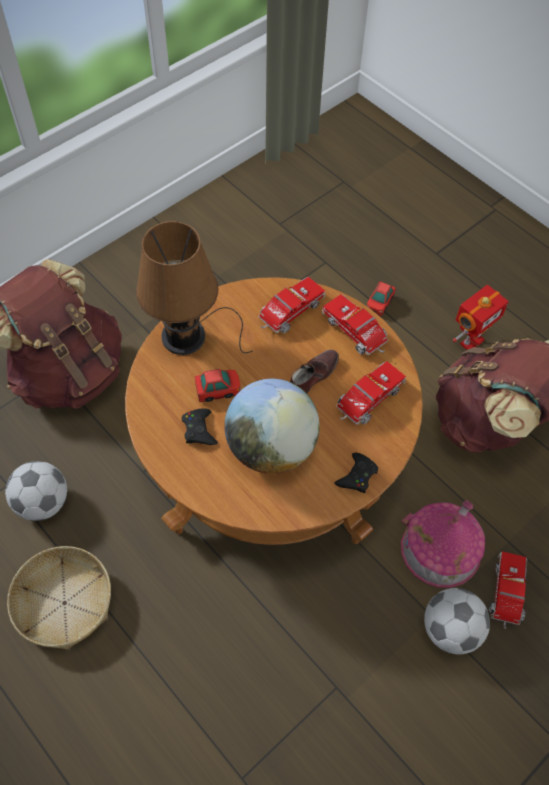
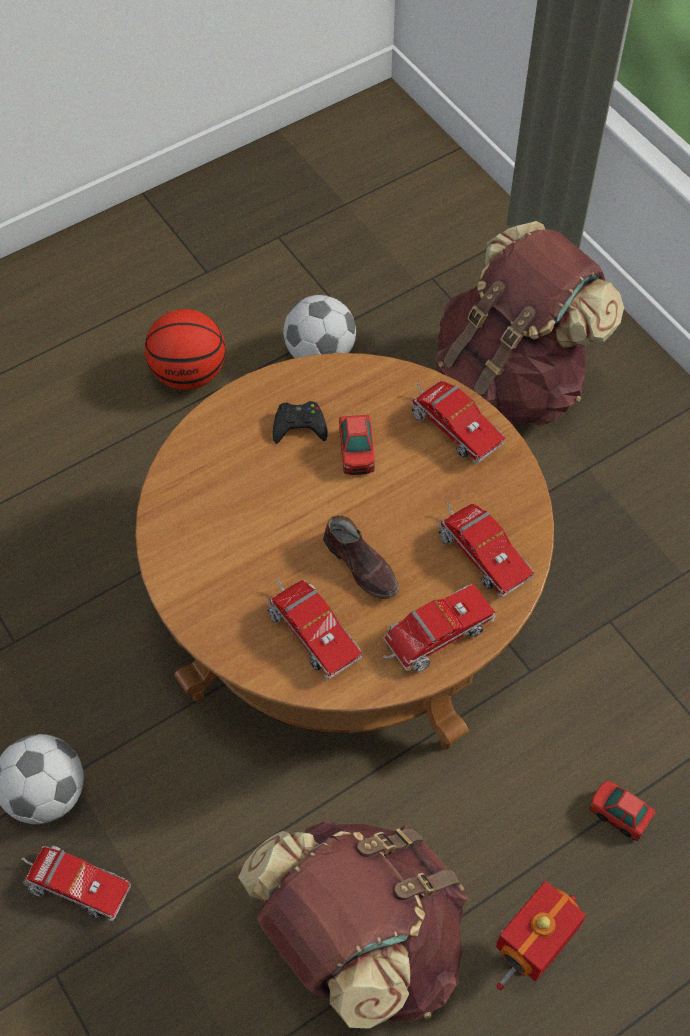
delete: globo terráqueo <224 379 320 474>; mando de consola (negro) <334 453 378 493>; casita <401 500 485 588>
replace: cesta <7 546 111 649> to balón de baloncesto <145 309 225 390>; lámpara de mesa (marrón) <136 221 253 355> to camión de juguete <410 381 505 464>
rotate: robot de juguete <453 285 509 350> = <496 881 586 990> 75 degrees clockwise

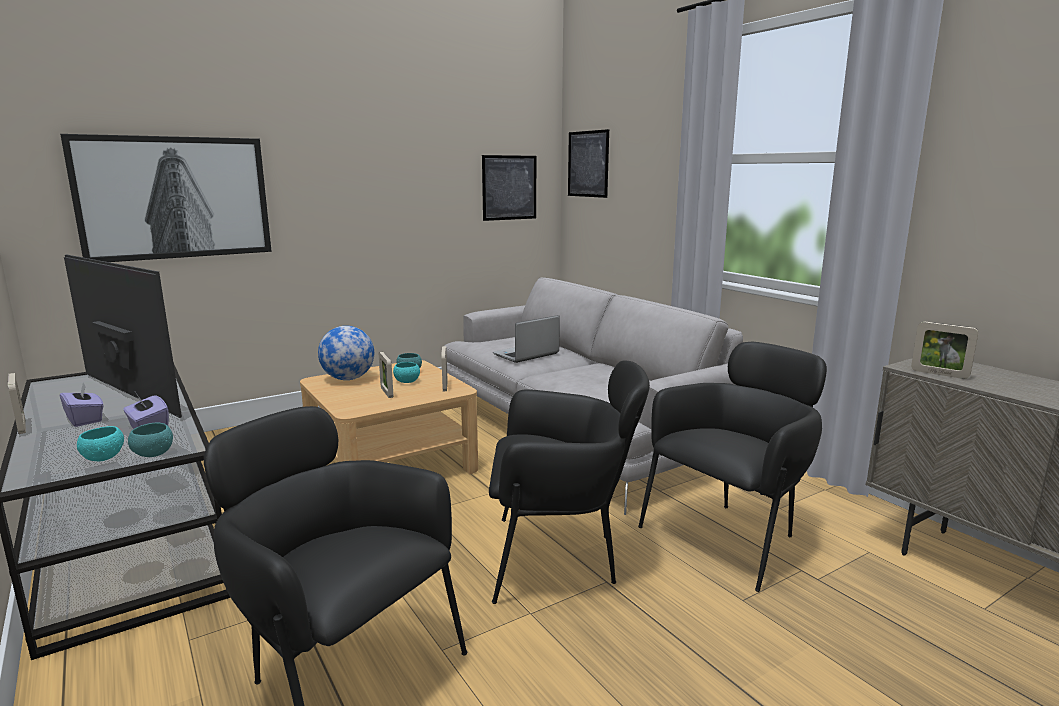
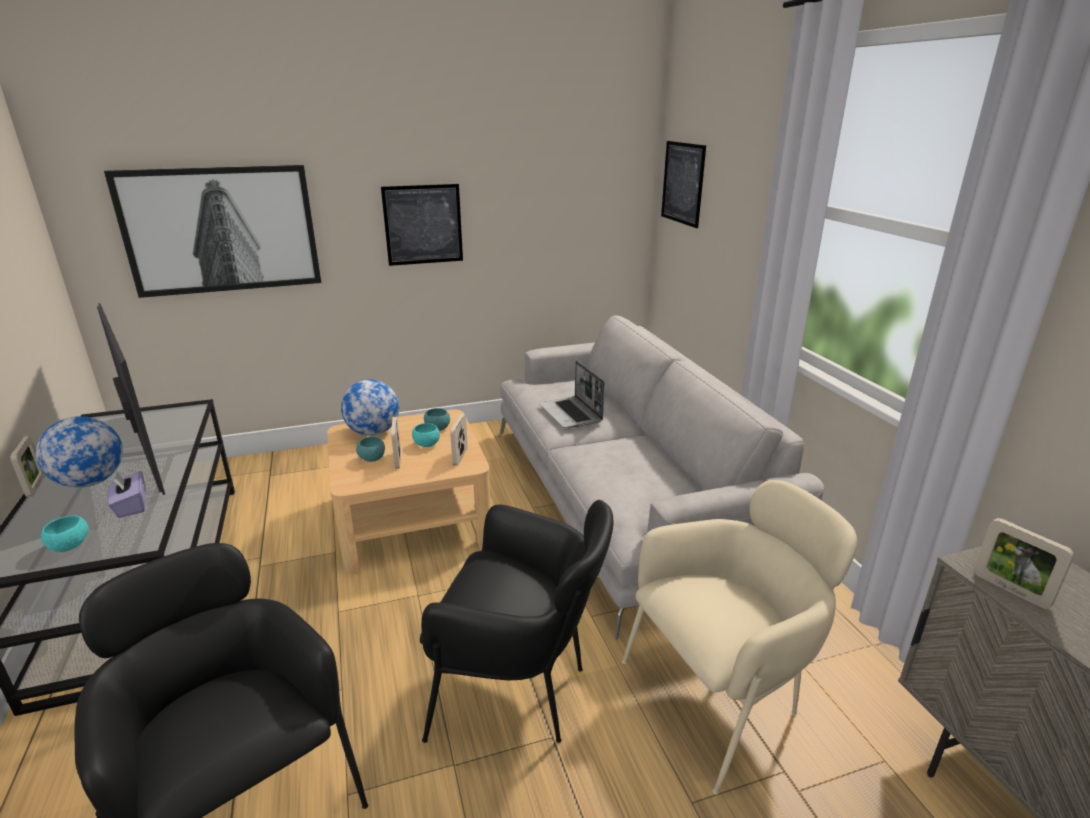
move: cuenco (turquesa) <128 422 173 457> to <356 436 385 462>; cuadro <482 155 536 221> to <381 184 463 266>
replace: caja de pañuelos (morado) <60 381 104 427> to globo terráqueo <36 416 123 488>
recolor: sillón (negro) <638 342 827 592> to sillón (beis) <622 480 857 795>
rotate: portátil <493 315 560 363> = <539 361 604 428> 90 degrees counterclockwise

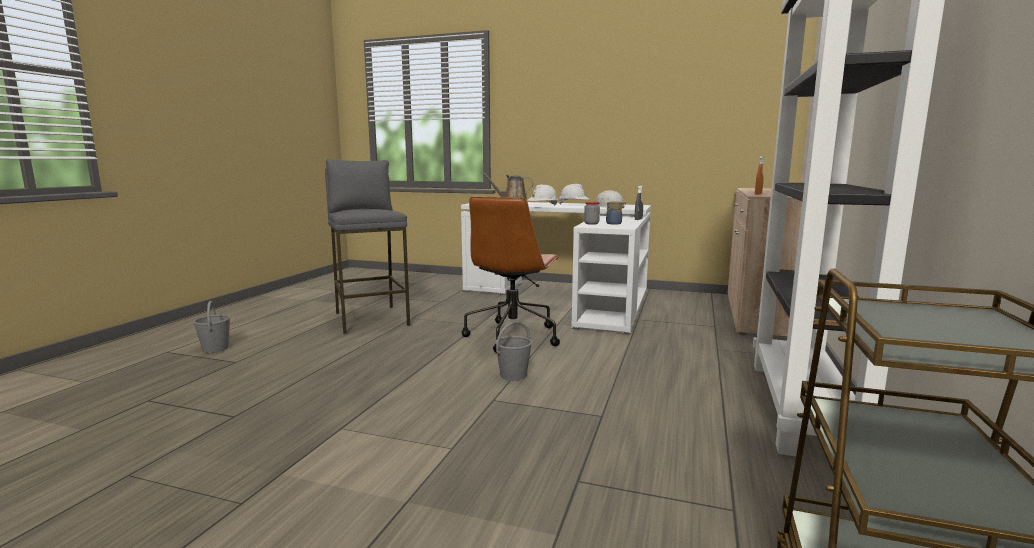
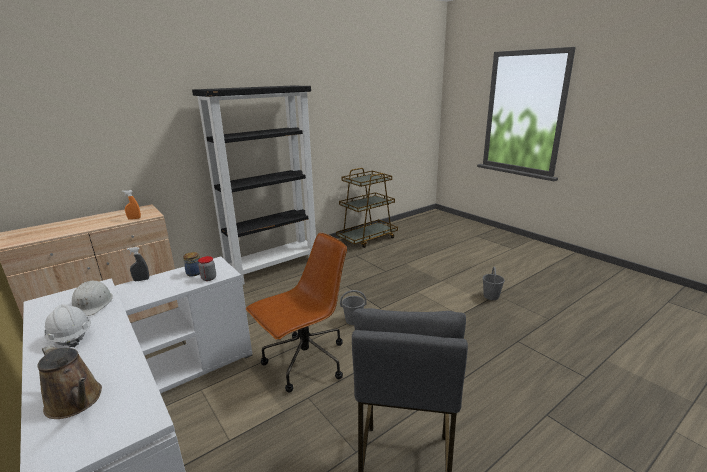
delete: casco (blanco) <528 184 558 206>
move: cubo (gris) <193 301 230 353> to <483 267 505 300>

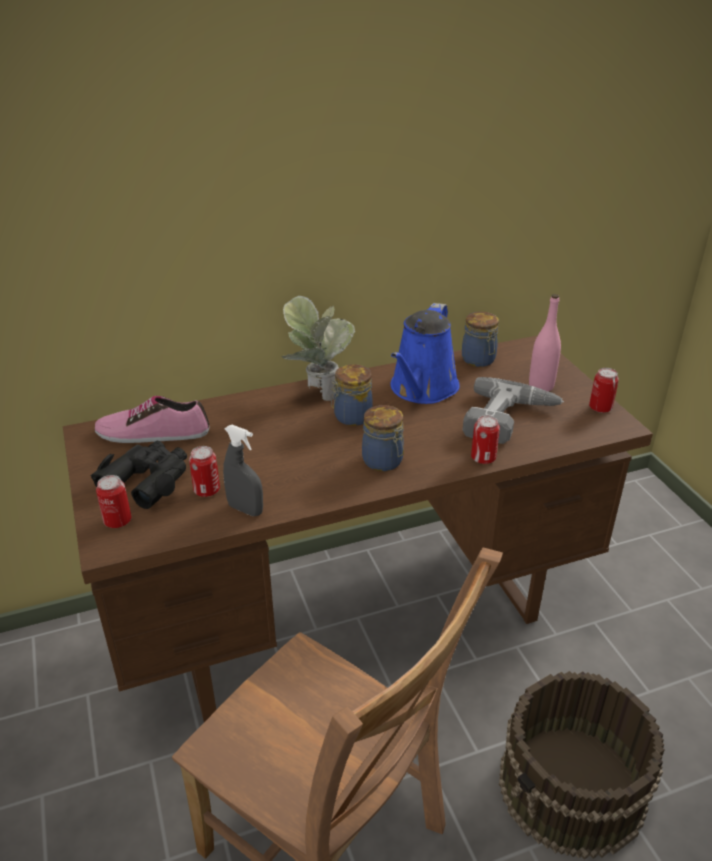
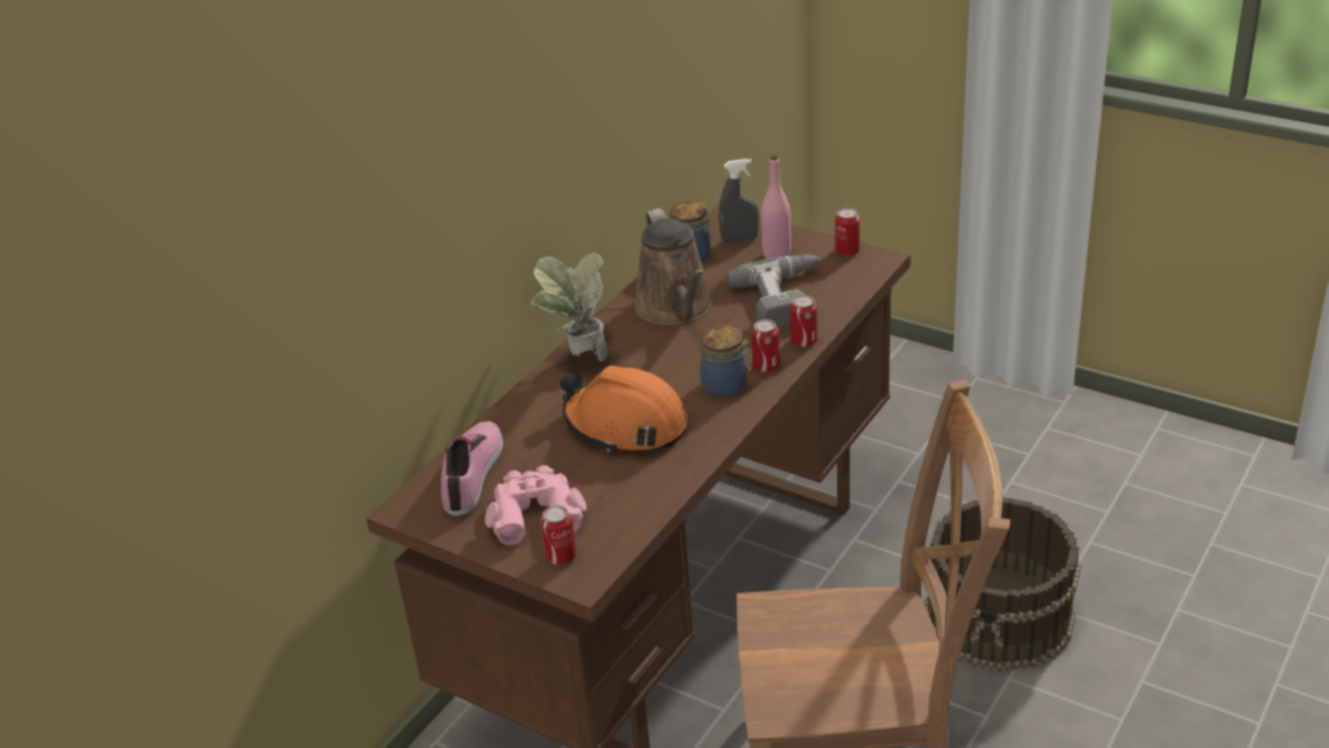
delete: tarro <331 364 373 426>
insert: casco (naranja) <560 365 687 452>
move: pulverizador (gris) <223 425 263 516> to <719 159 759 243>; lata <189 446 220 497> to <752 319 780 372>
recolor: prismáticos (negro) <91 441 187 509> to prismáticos (rosa) <485 465 587 545>; regadera (azul) <390 303 460 404> to regadera (marrón) <634 208 713 325>
rotate: zapato <95 396 209 443> = <441 421 503 516> 135 degrees clockwise

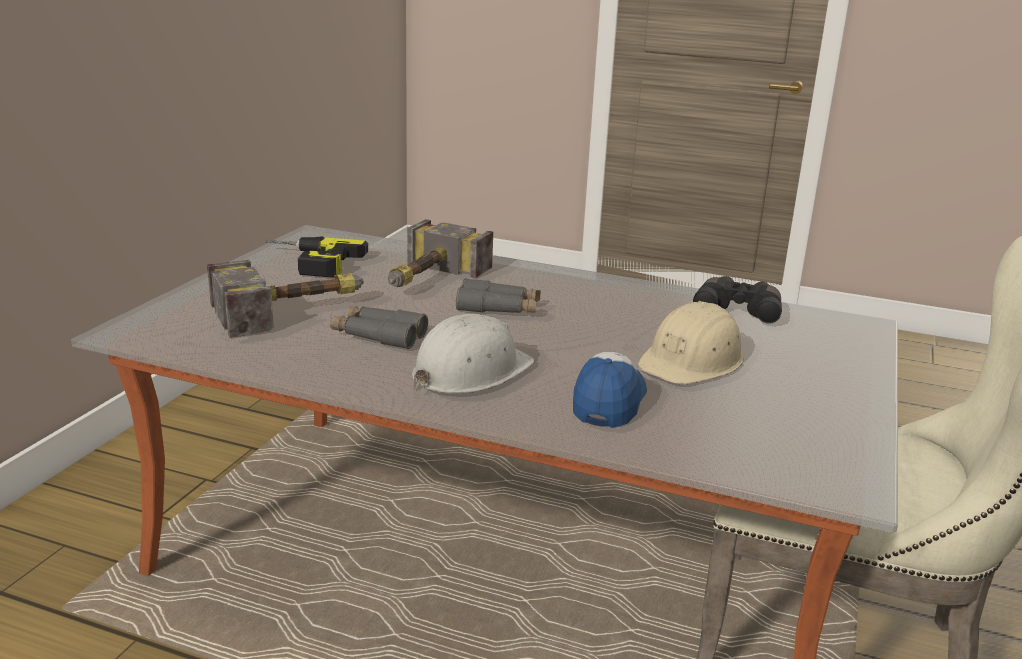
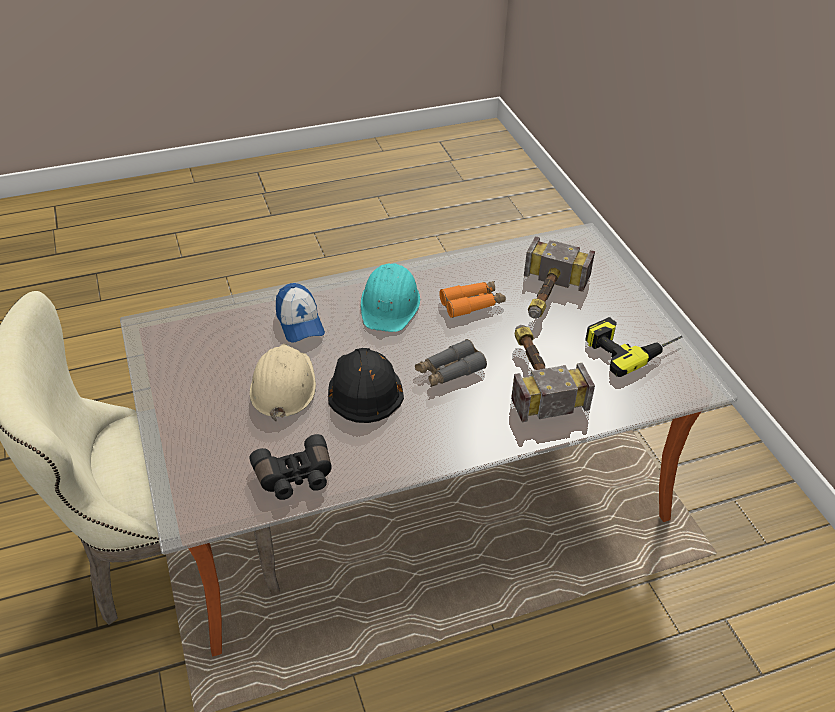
insert: casco (negro) <328 348 404 423>
recolor: casco (blanco) <412 314 535 394> to casco (turquesa) <361 263 420 332>; prismáticos (gris) <330 306 428 349> to prismáticos (naranja) <439 281 506 318>

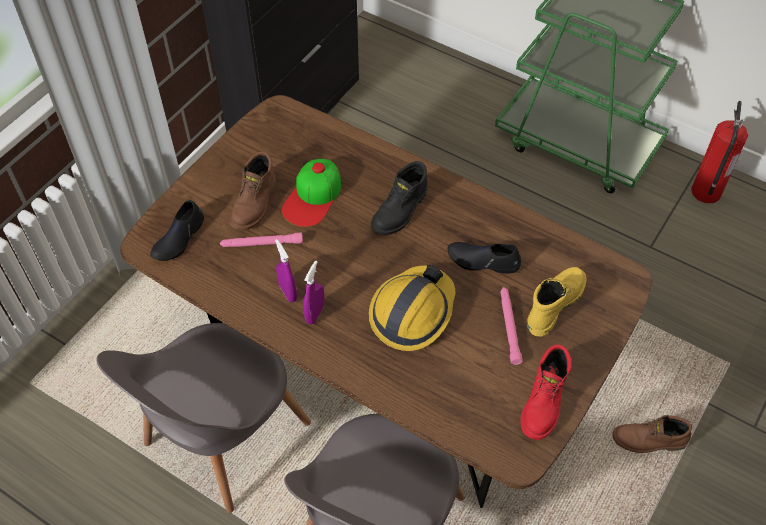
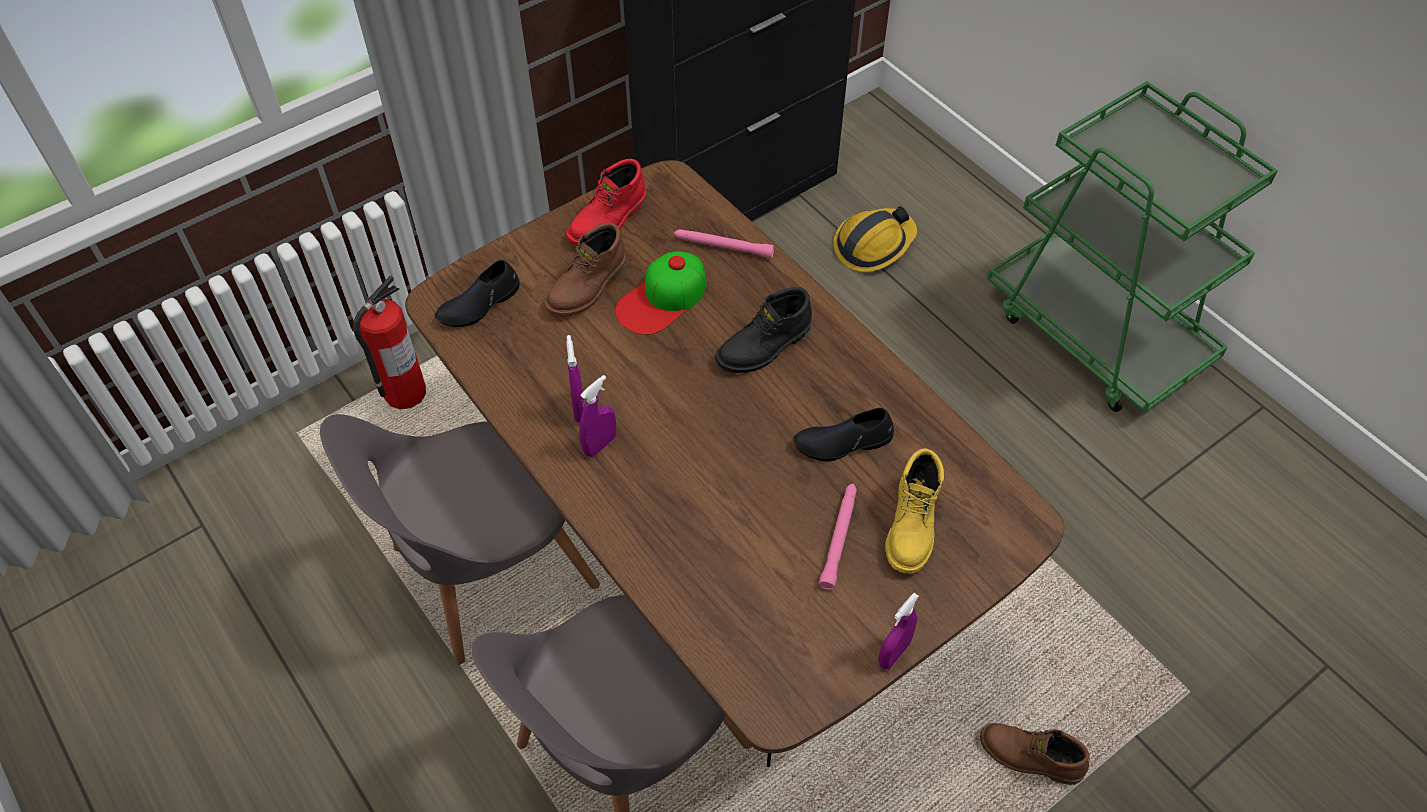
insert: pulverizador (morado) <878 593 919 669>
move: extintor <691 101 748 203> to <352 275 426 410>; bota (rojo) <520 344 572 440> to <566 159 646 246>; linterna (rosa) <220 233 303 247> to <674 229 774 259>; casco <368 265 455 351> to <833 206 917 272>
rotate: zapato (negro) <447 242 521 274> = <793 408 894 462> 45 degrees counterclockwise; bota (amarillo) <527 267 587 337> = <885 449 944 574> 135 degrees clockwise

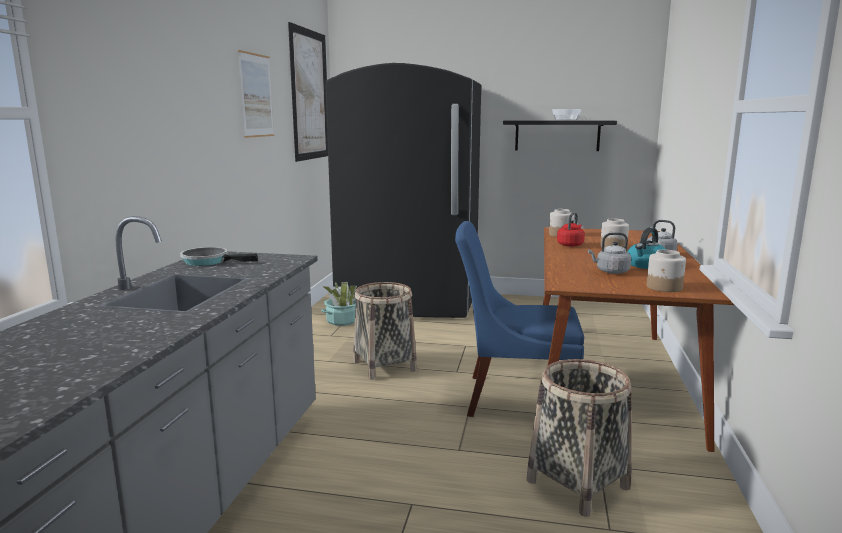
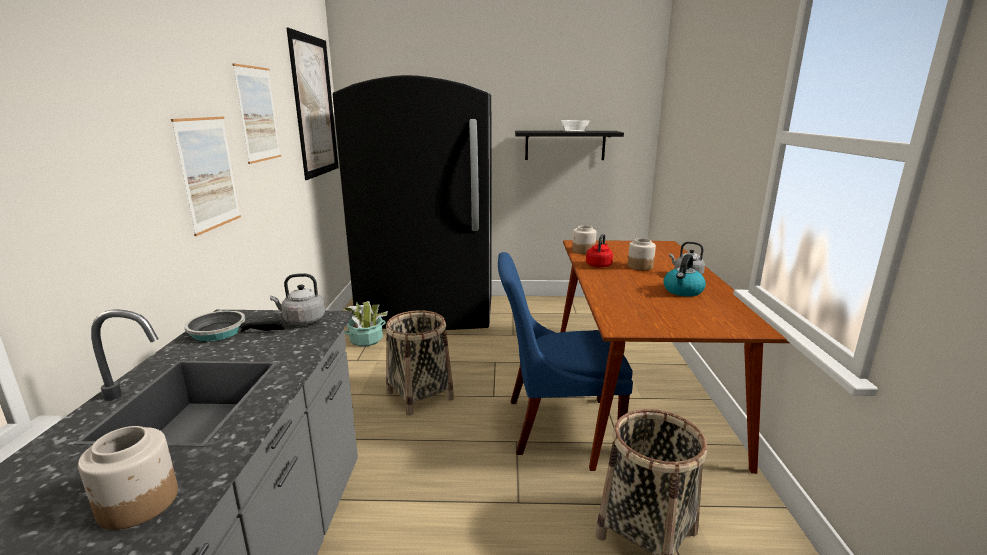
insert: cuadro <171 117 241 236>
move: tarro <647 250 686 292> to <78 426 178 530>; hervidor (gris) <588 232 631 274> to <270 273 325 325>

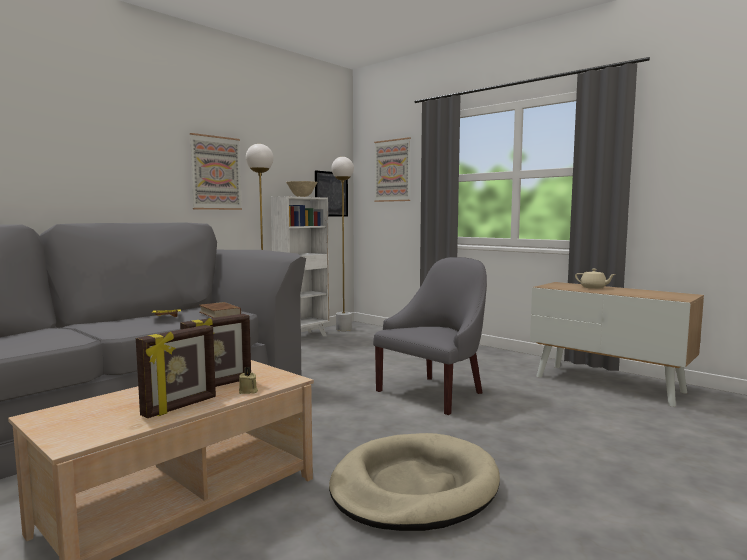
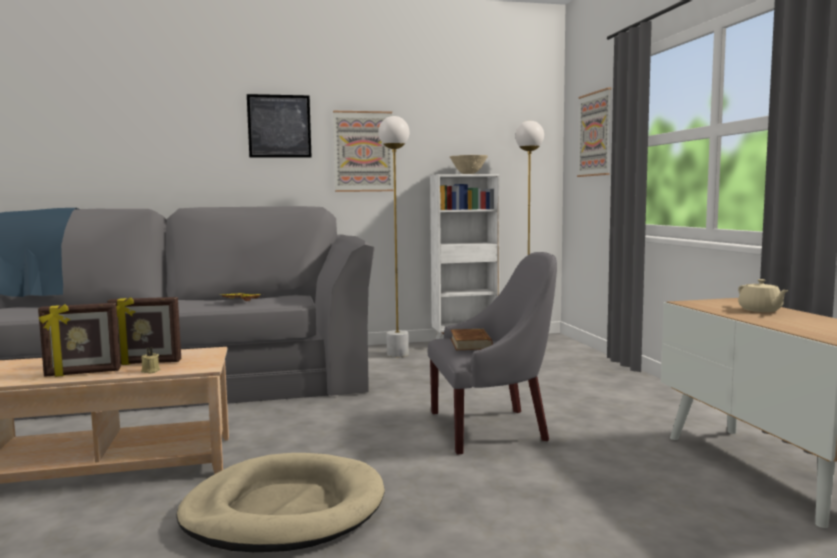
move: cuadro <315 170 348 217> to <247 94 311 158>; libro (marrón) <199 302 241 318> to <451 329 493 350>

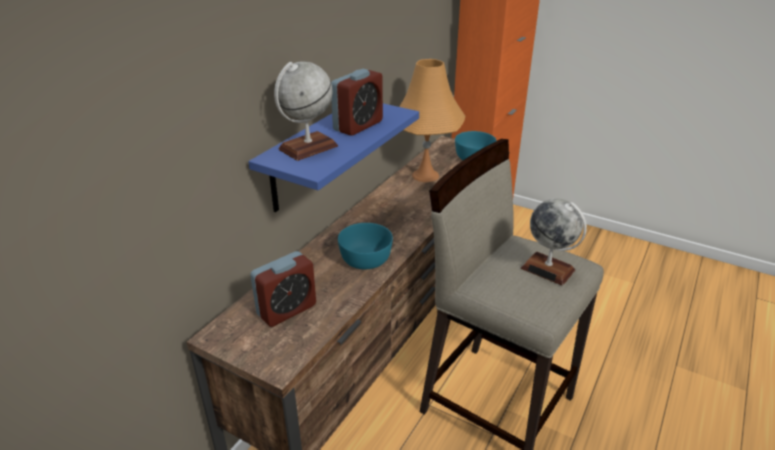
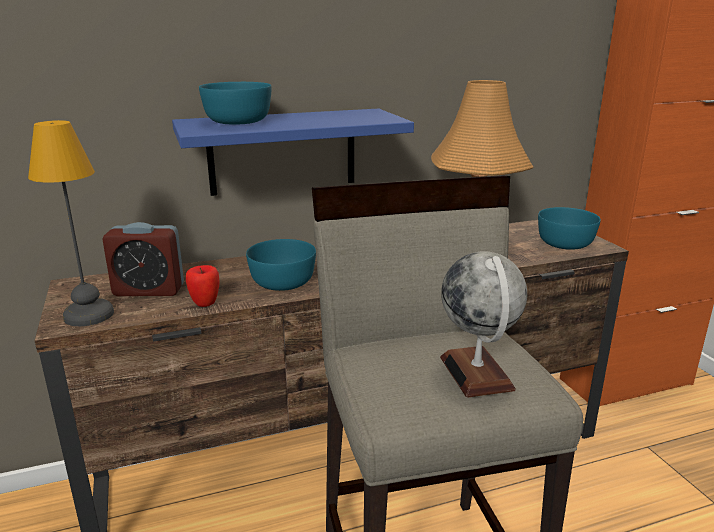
delete: despertador <331 69 383 136>
insert: lámpara de mesa <28 120 114 326>; manzana <186 265 220 307>
replace: globo terráqueo <274 61 338 161> to cuenco (turquesa) <199 82 272 125>

